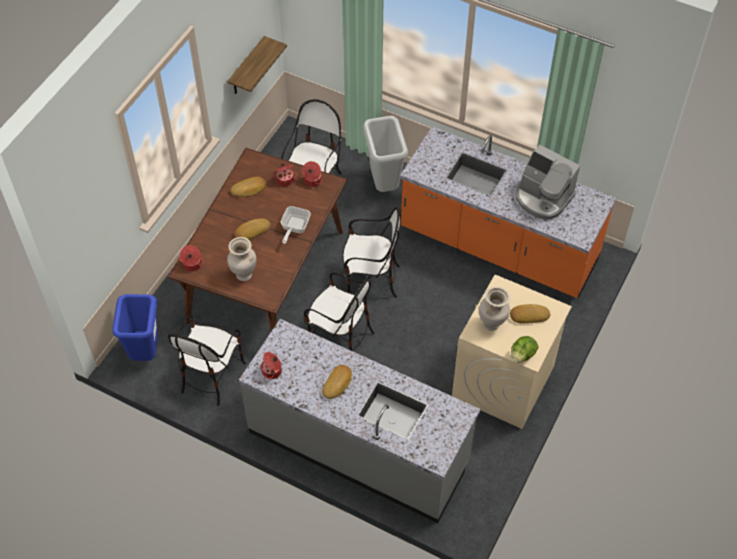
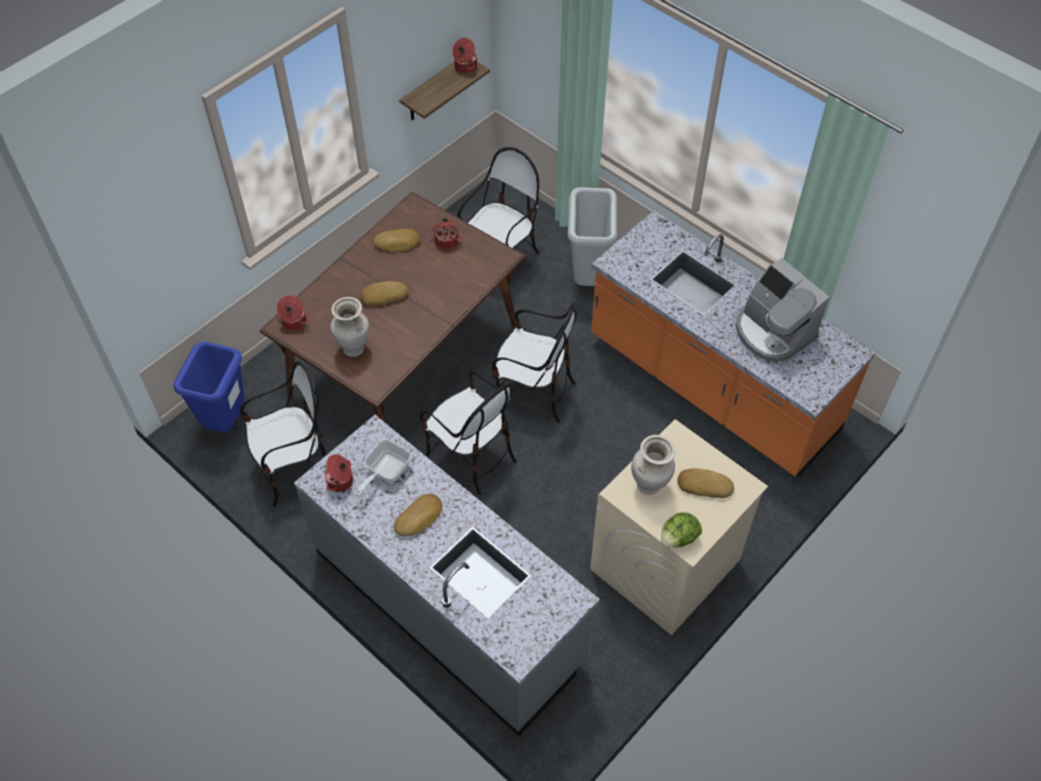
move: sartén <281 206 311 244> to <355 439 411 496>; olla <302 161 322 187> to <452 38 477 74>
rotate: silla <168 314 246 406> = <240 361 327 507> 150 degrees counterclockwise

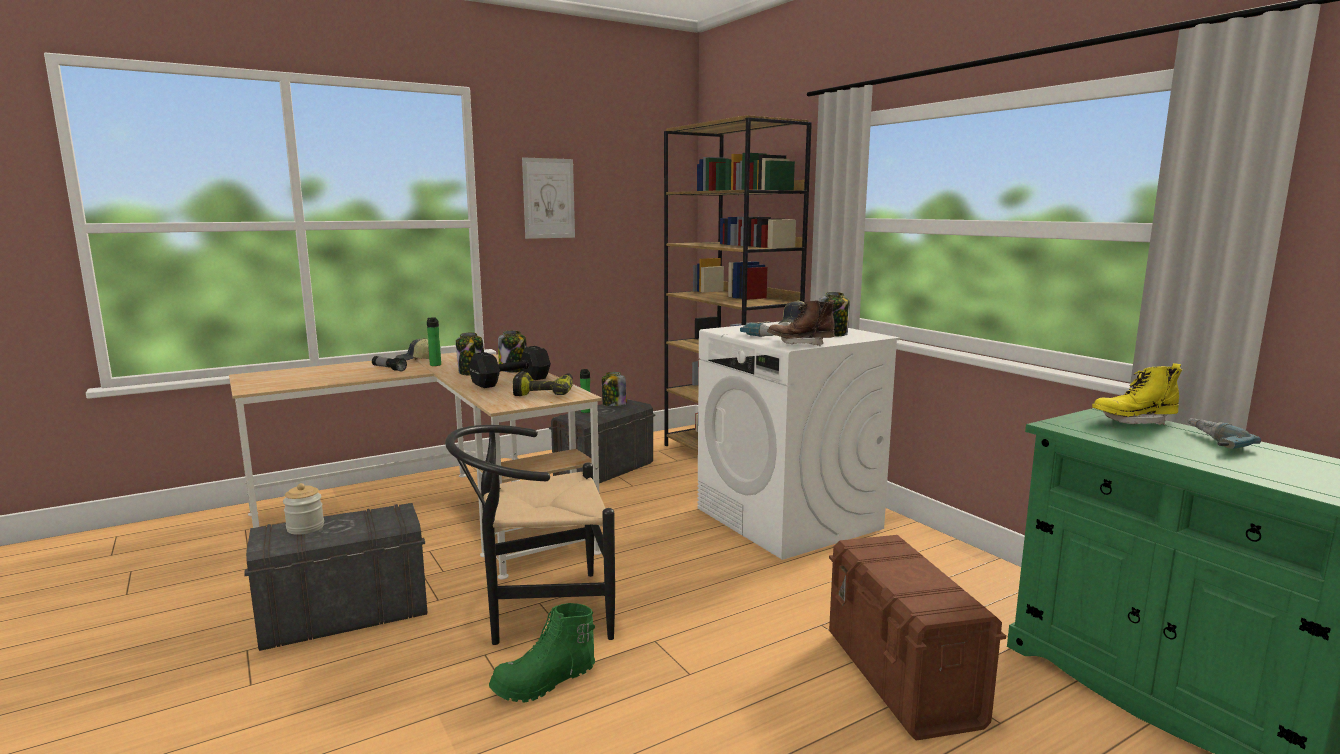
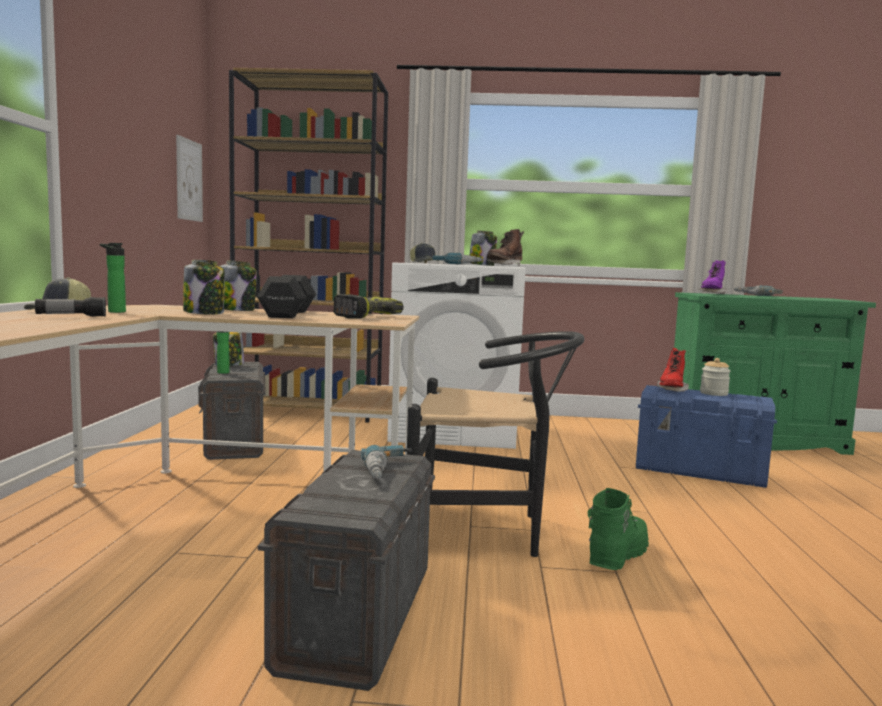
insert: taladro <361 445 412 479>; bota (rojo) <657 348 689 392>
move: cuadro <522 157 575 239> to <176 135 203 222>; tarro <283 483 324 535> to <700 358 731 396>
recolor: caja de almacenaje (marrón) <829 535 1006 741> to caja de almacenaje (azul) <636 385 777 488>; bota (amarillo) <1092 363 1182 426> to bota (morado) <699 260 727 294>
rotate: silla (negro) <445 425 615 645> = <407 331 584 557> 105 degrees counterclockwise; bota (verde) <489 603 595 703> = <588 488 649 570> 150 degrees counterclockwise

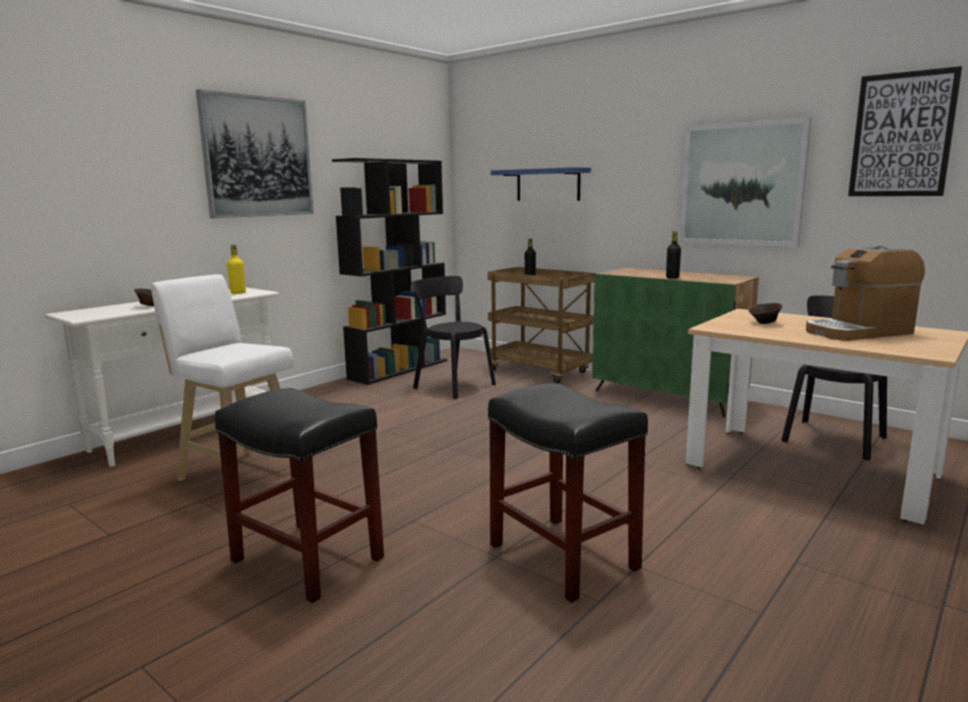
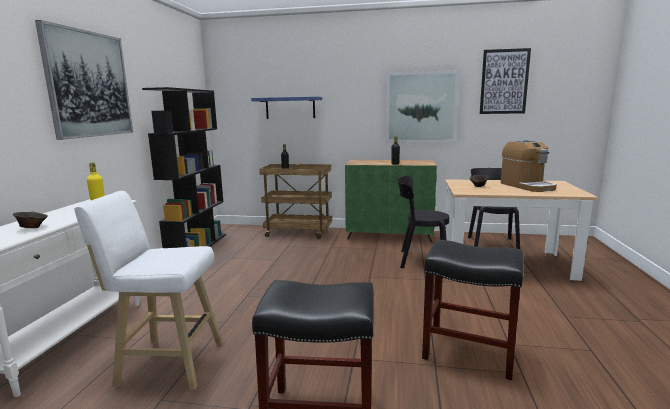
move: silla (negro) <411 276 496 399> to <397 175 449 268>
rotate: cafetera <806 246 925 341> = <501 140 557 192> 60 degrees counterclockwise

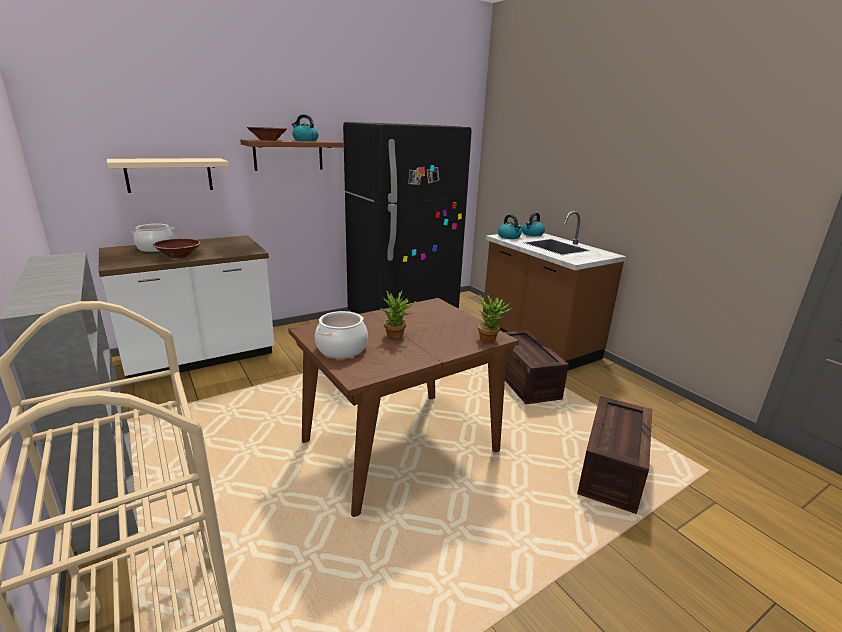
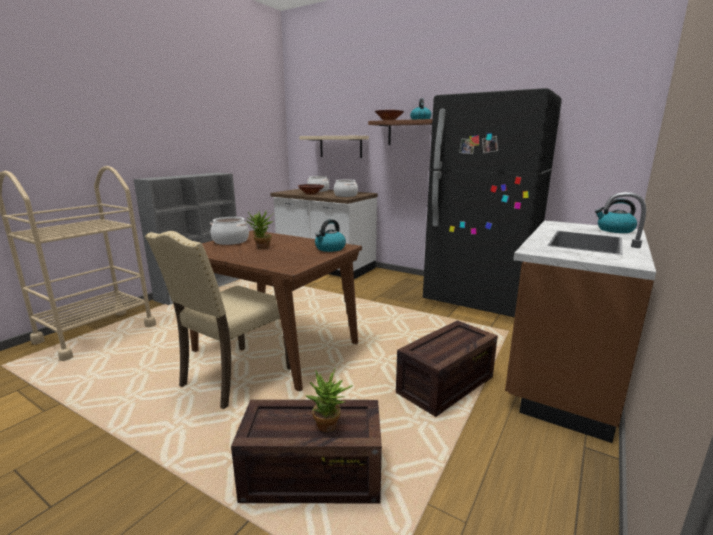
insert: silla (beis) <145 231 291 409>; olla <334 179 358 197>
move: planta en maceta <478 295 512 343> to <305 368 353 432>; hervidor <498 214 522 239> to <315 219 346 252>

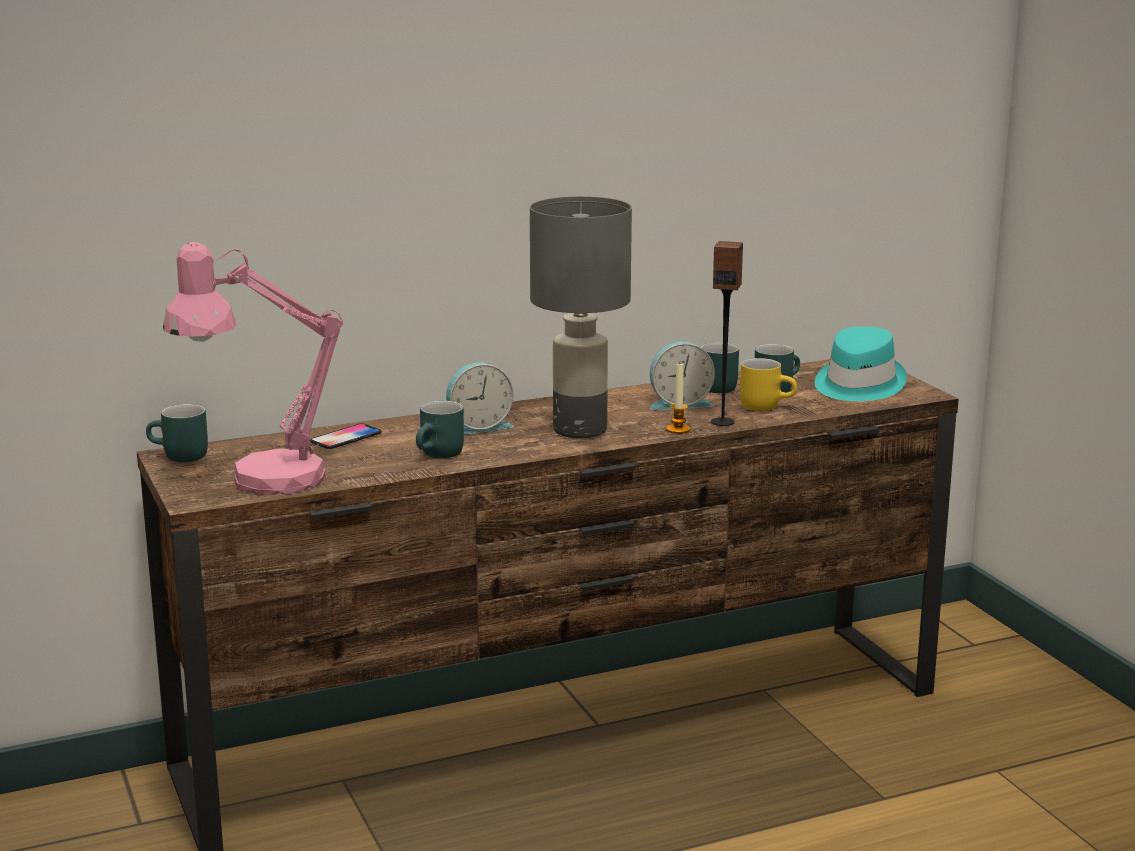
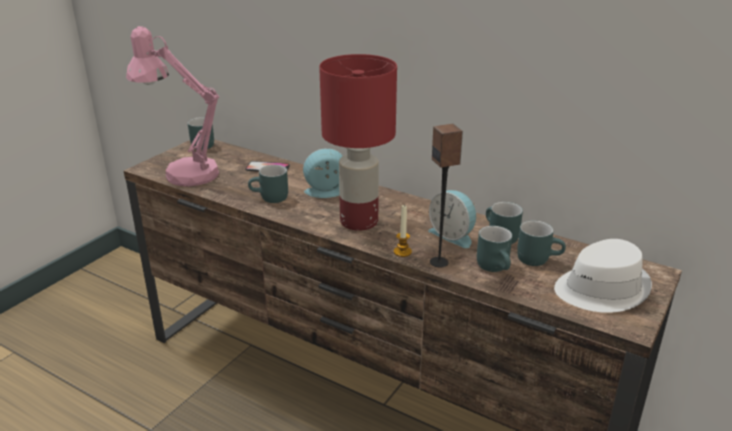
recolor: lámpara de mesa (gris) <530 196 632 438> to lámpara de mesa (rojo) <319 54 397 231>; taza grande (amarillo) <740 358 797 411> to taza grande (turquesa) <477 226 512 272>; sombrero (turquesa) <815 326 907 401> to sombrero (blanco) <554 239 652 313>
rotate: despertador <446 362 514 434> = <303 148 343 198> 135 degrees clockwise

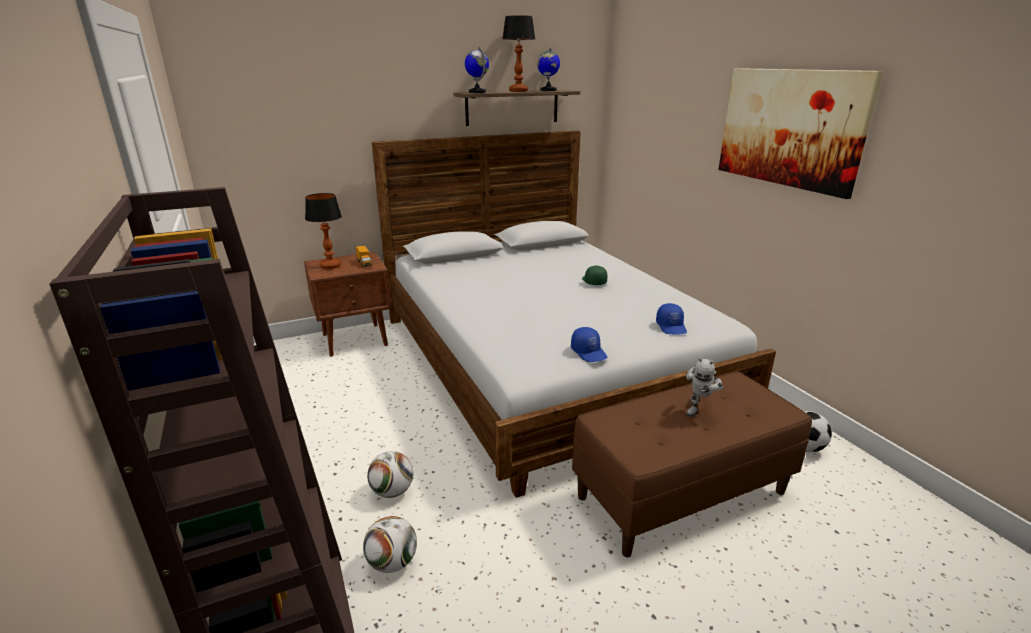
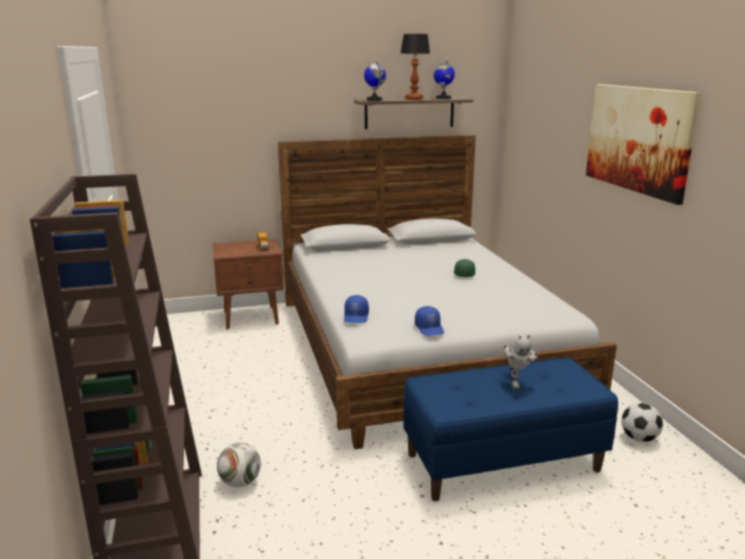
delete: lámpara de mesa <305 193 342 269>; balón de fútbol <367 451 413 498>
move: gorra (azul) <656 303 687 334> to <344 295 369 323>
recolor: banco (marrón) <572 371 812 557> to banco (azul) <404 357 618 501>
rotate: robot de juguete <686 358 723 417> = <504 335 538 390> 45 degrees counterclockwise

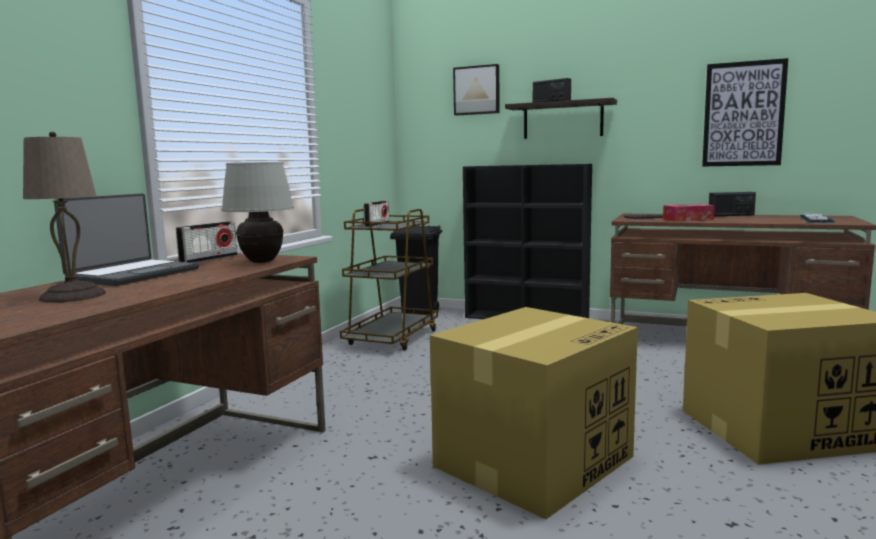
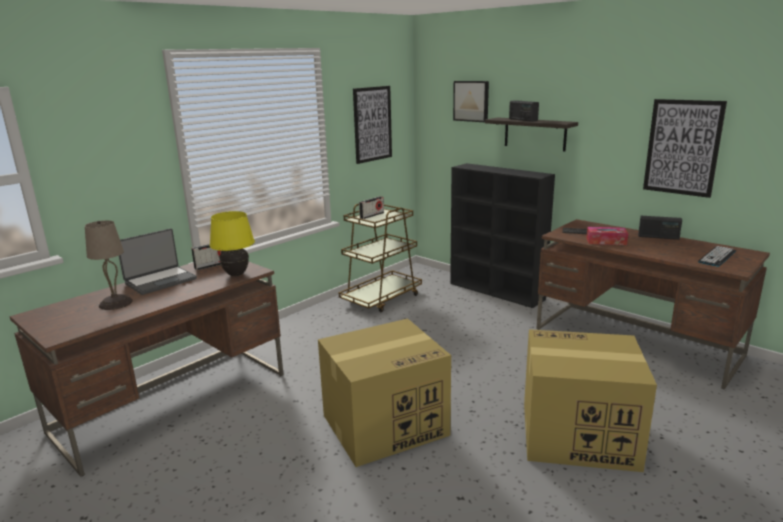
delete: papelera (negro) <390 226 442 315>
insert: cuadro <353 86 392 164>
recolor: lámpara de mesa (blanco) <221 162 294 263> to lámpara de mesa (amarillo) <210 211 255 276>

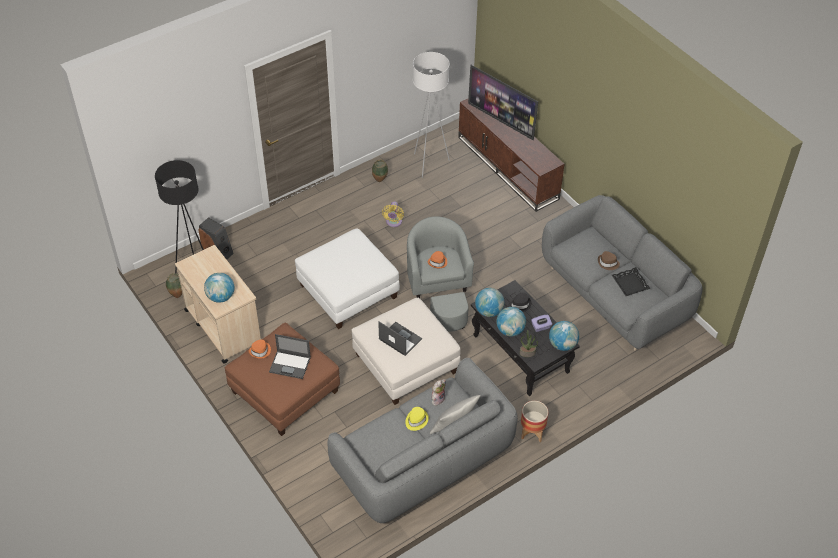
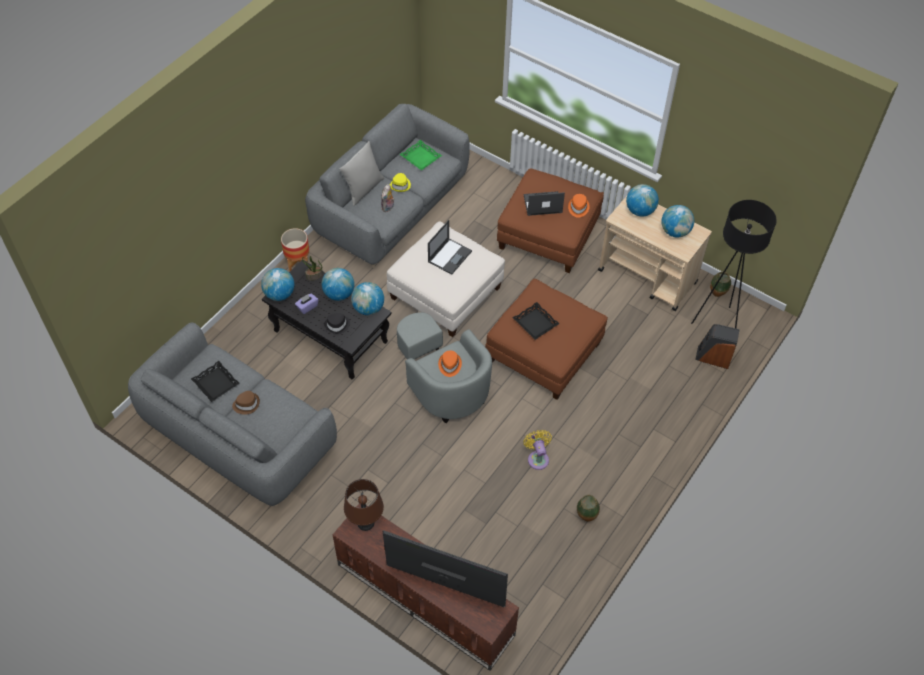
delete: lámpara de pie (blanco) <413 52 450 178>
insert: lámpara de mesa (marrón) <344 479 384 531>; bandeja (verde) <400 140 442 171>; bandeja (negro) <513 302 559 340>; globo terráqueo <661 205 694 237>
recolor: puf (blanco) <295 228 400 329> to puf (marrón) <485 279 608 400>
rotate: portátil <378 321 422 356> = <428 220 472 274> 75 degrees counterclockwise

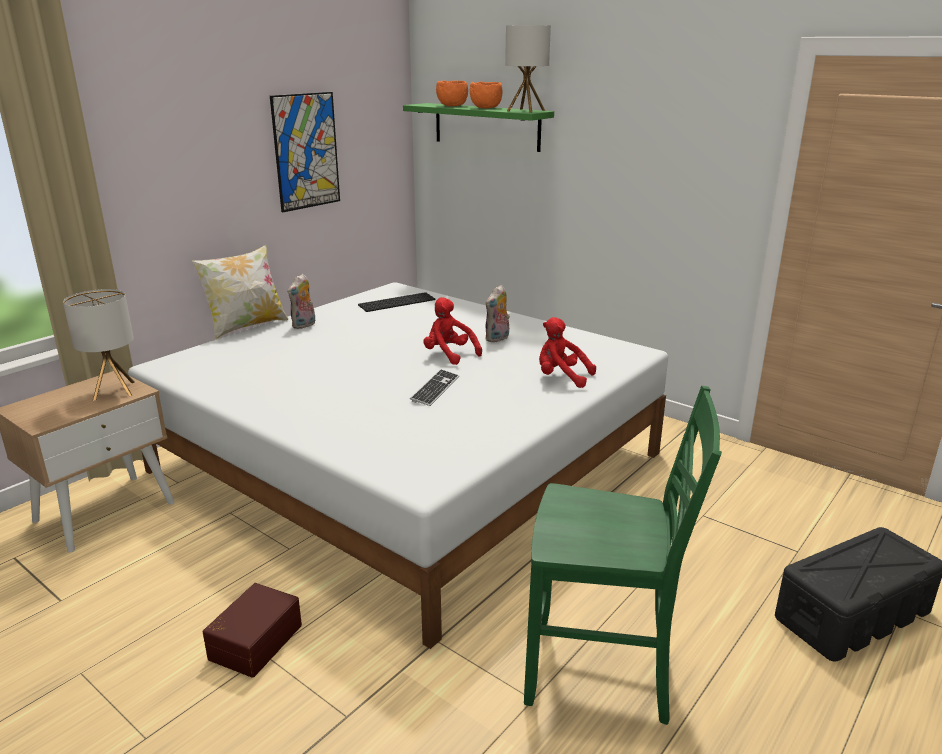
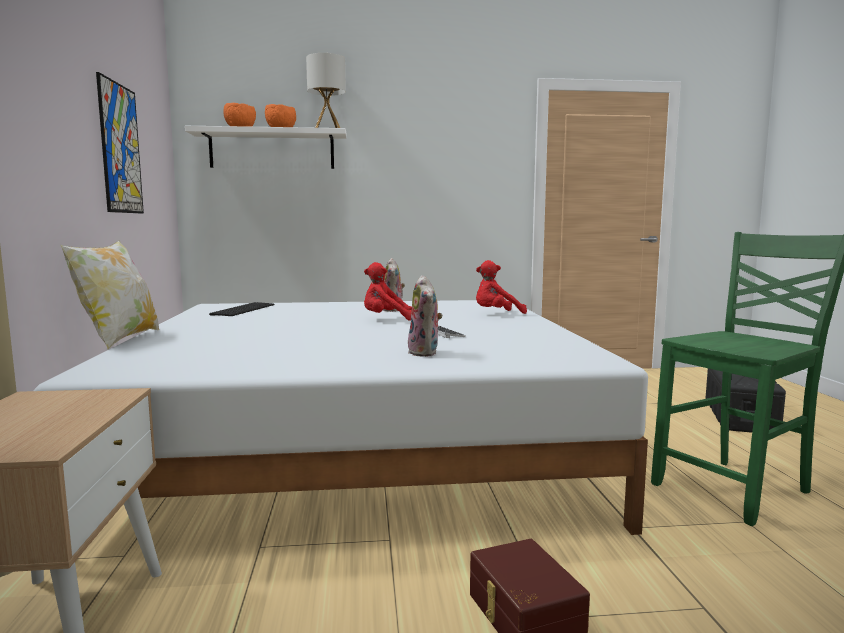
delete: lámpara de mesa <63 289 134 401>
move: peluche <287 274 315 329> to <408 275 442 357>
recolor: estante (verde) <403 103 554 152> to estante (blanco) <185 126 347 169>

